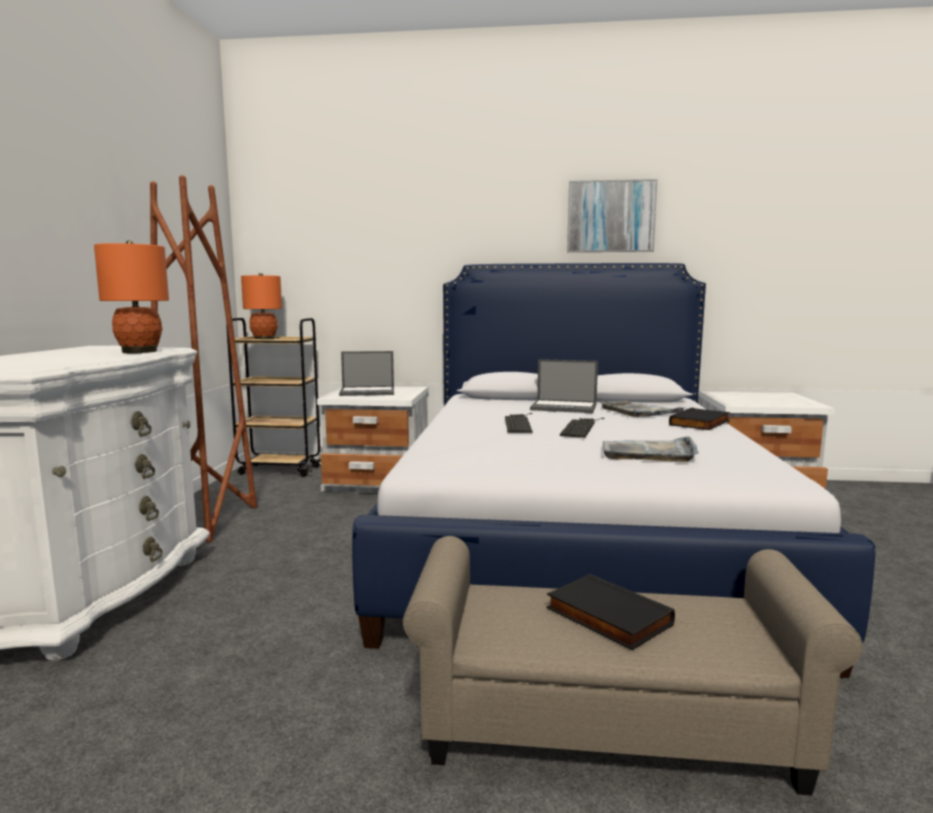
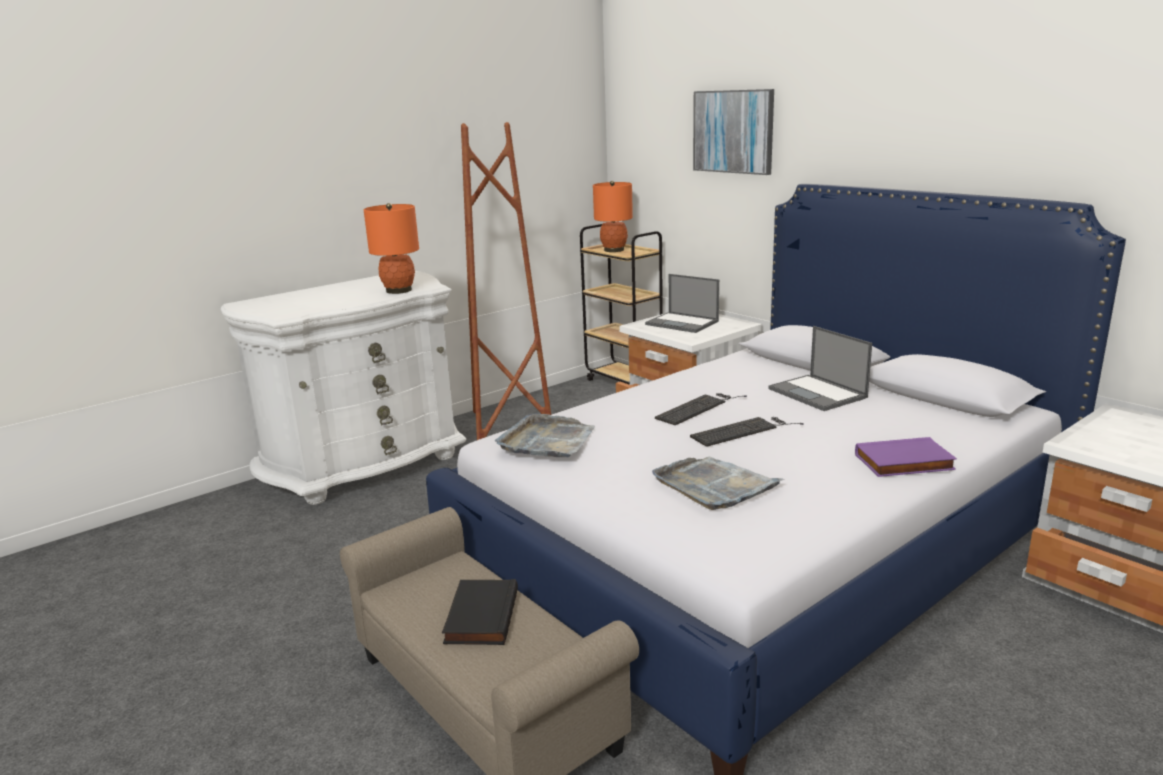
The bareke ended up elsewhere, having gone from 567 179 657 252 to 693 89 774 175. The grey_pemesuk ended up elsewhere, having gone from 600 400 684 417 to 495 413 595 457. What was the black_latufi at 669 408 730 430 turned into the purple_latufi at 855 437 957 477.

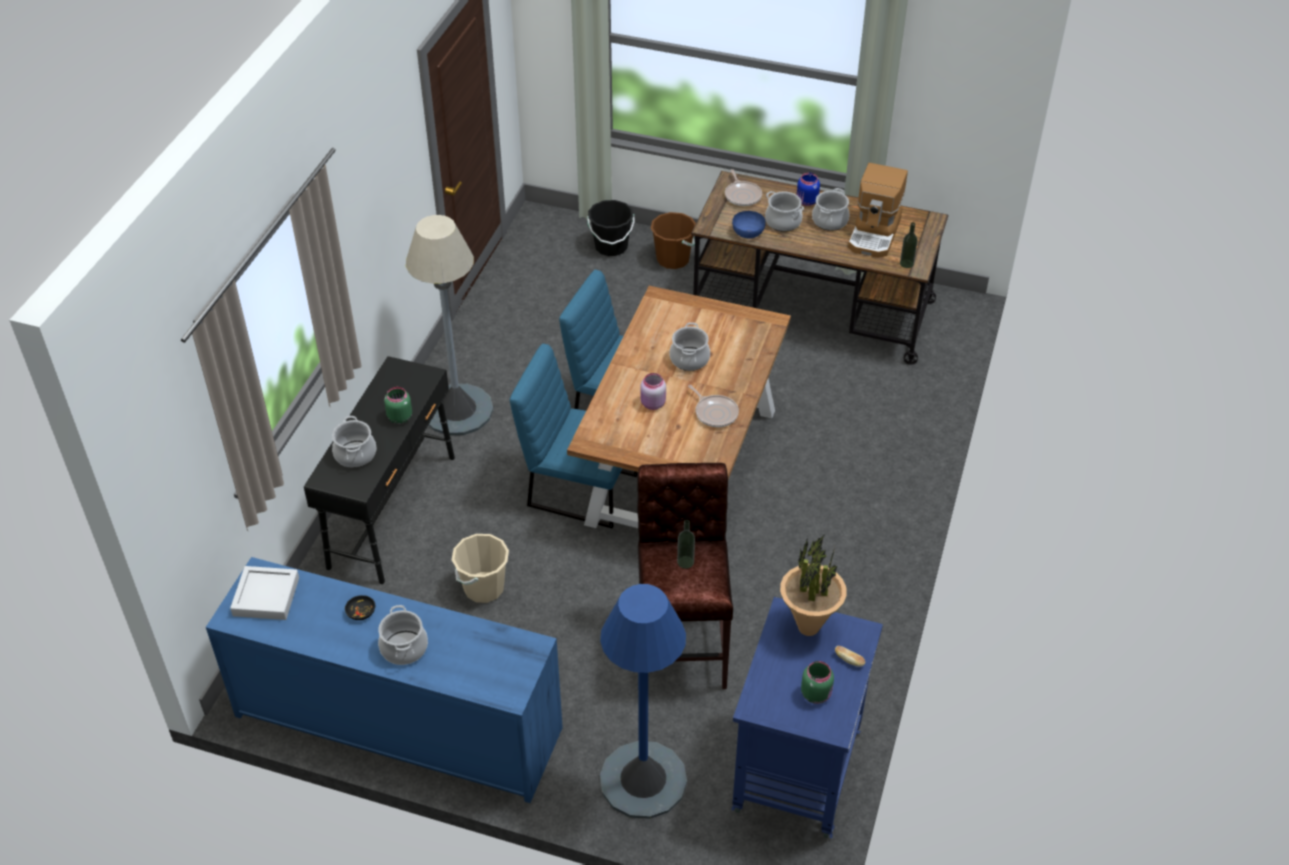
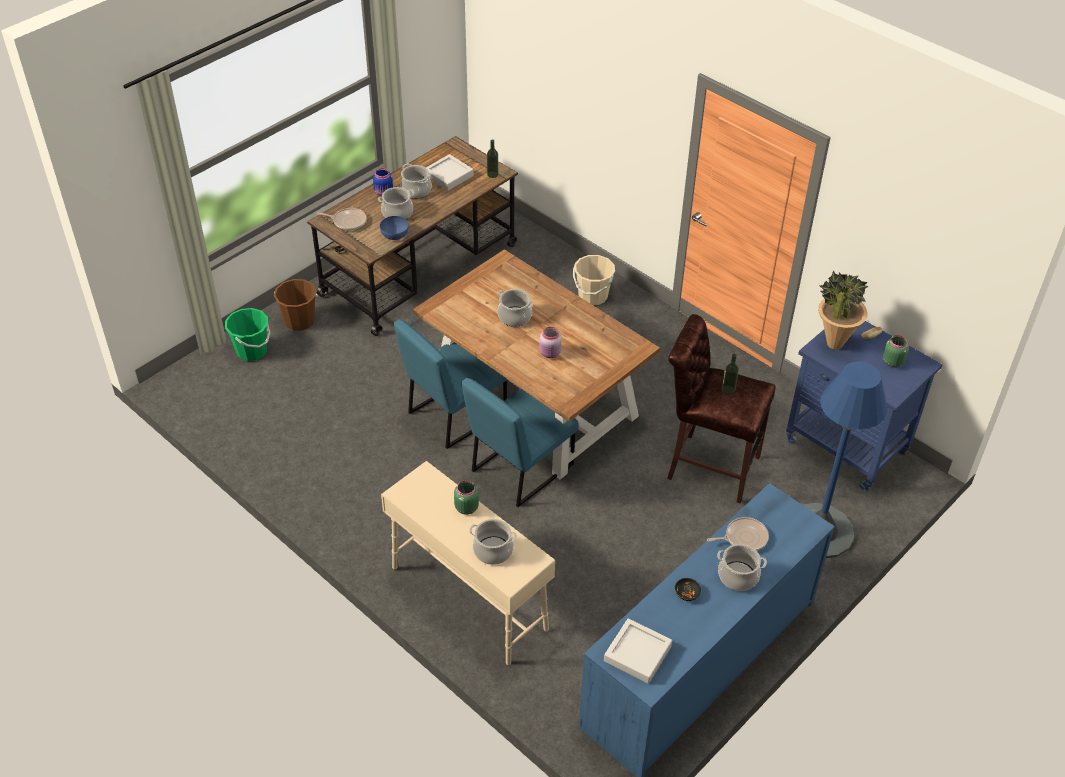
What was the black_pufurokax at 304 356 455 584 turned into the beige_pufurokax at 381 461 555 665. The second view lost the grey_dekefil at 406 215 493 436. The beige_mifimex ended up elsewhere, having gone from 452 534 509 603 to 573 255 615 305. What was the black_mifimex at 587 200 635 256 turned into the green_mifimex at 225 308 270 361. The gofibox ended up elsewhere, having gone from 688 385 739 427 to 707 517 769 551. Where the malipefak stood at 848 163 908 258, the grey_pemesuk came to stand at 426 154 474 191.

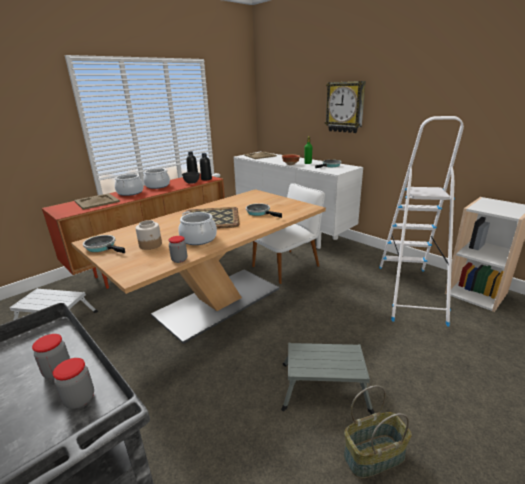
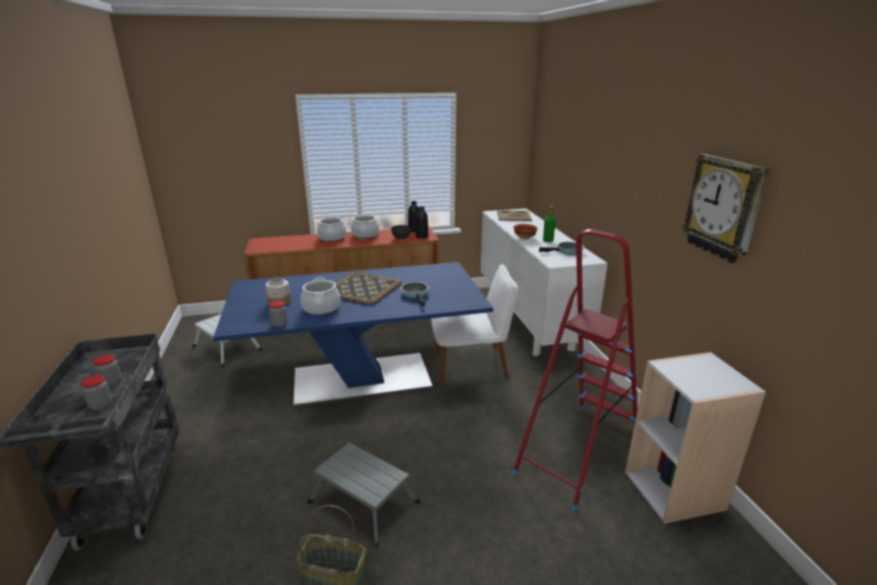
What was the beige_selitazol at 71 189 326 344 turned into the blue_selitazol at 213 262 493 407. The second view lost the beige_pemesuk at 74 193 120 210. The second view lost the gofibox at 83 235 125 253. The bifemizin ended up elsewhere, having gone from 325 81 366 133 to 682 154 769 263. What was the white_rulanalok at 379 116 464 327 turned into the red_rulanalok at 512 229 638 511.

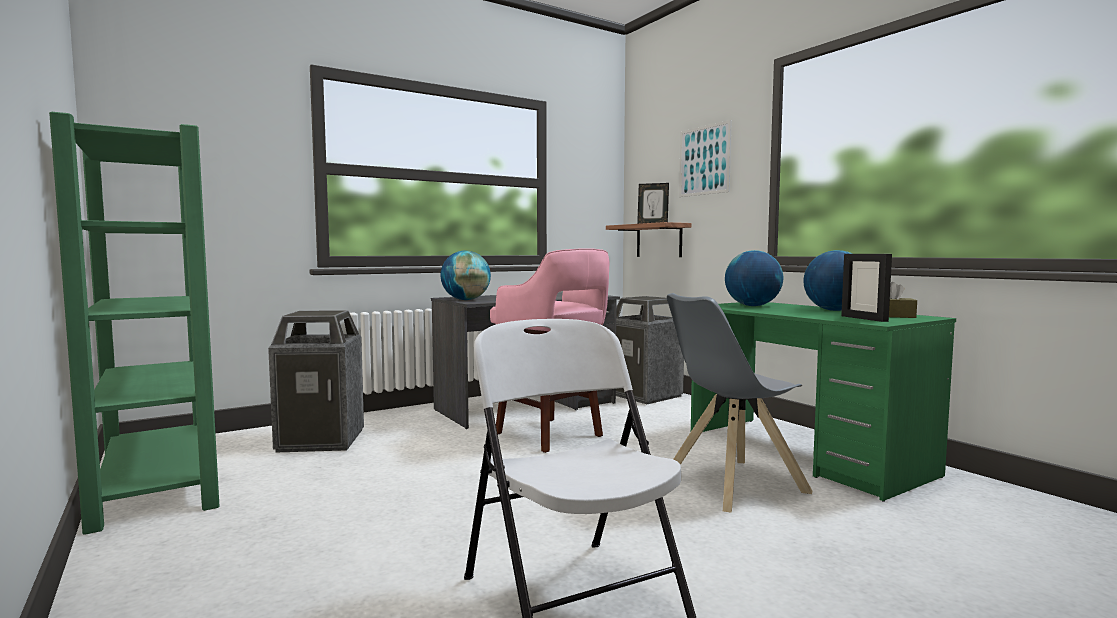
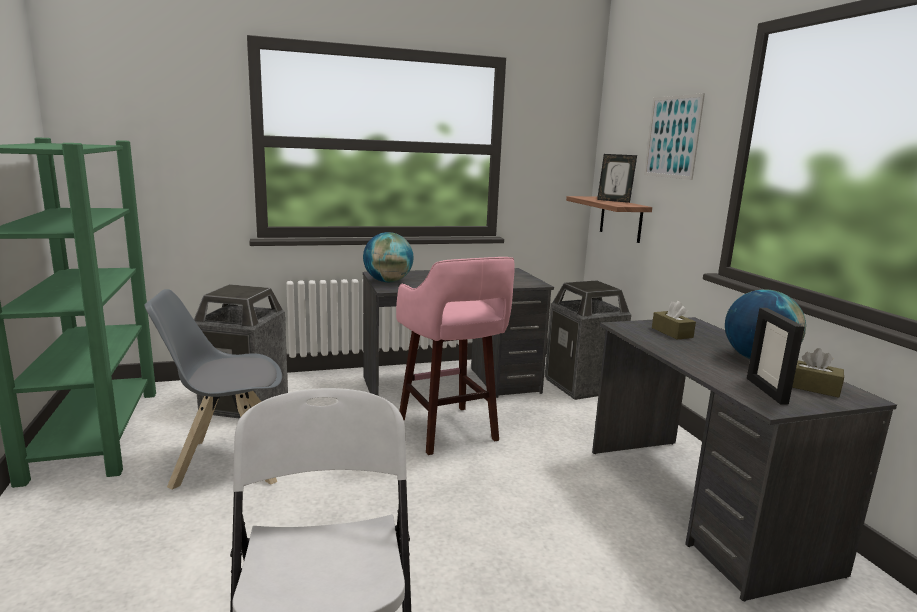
The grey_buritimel ended up elsewhere, having gone from 667 293 813 513 to 144 289 282 490. What was the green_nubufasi at 691 302 956 502 turned into the grey_nubufasi at 592 317 897 601. Where the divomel stood at 725 250 783 306, the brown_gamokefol came to stand at 652 301 696 339.

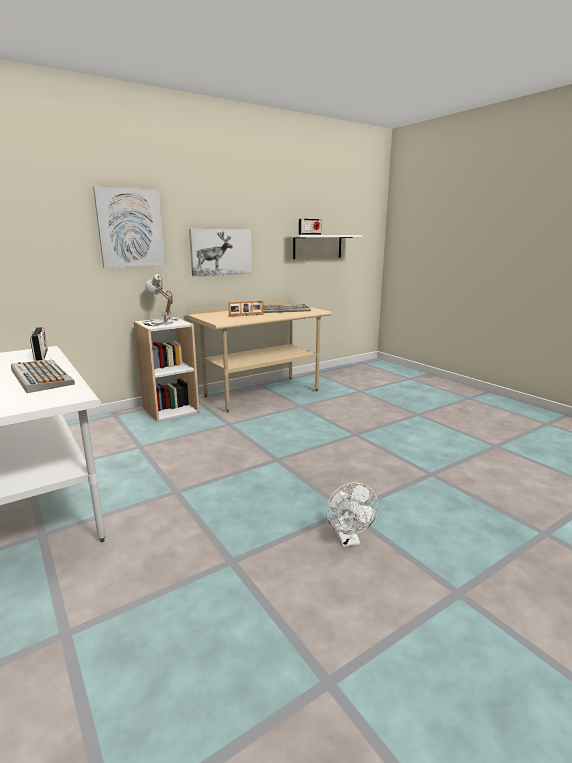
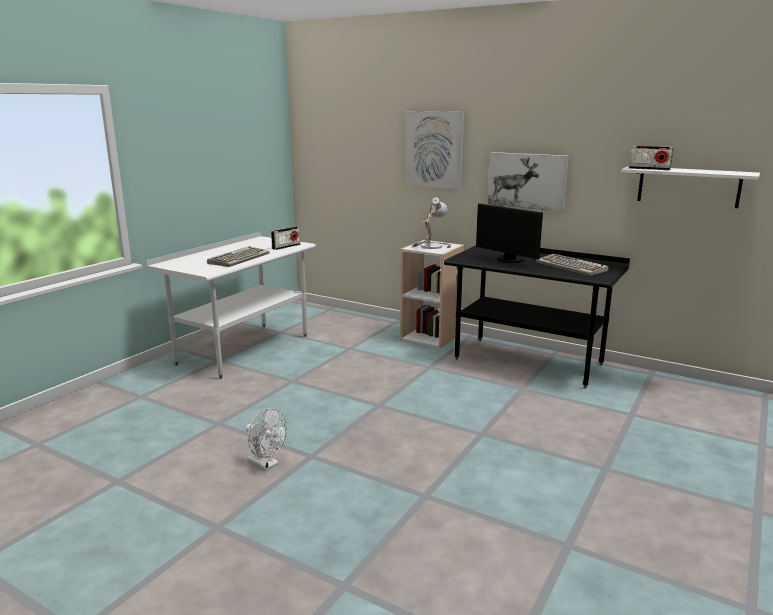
What was the beige_nubufasi at 187 300 332 413 turned into the black_nubufasi at 444 245 630 388. Where the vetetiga stood at 228 301 264 317, the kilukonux came to stand at 476 203 543 263. The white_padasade at 326 483 378 547 ended up facing another way, 105 degrees counterclockwise from before.

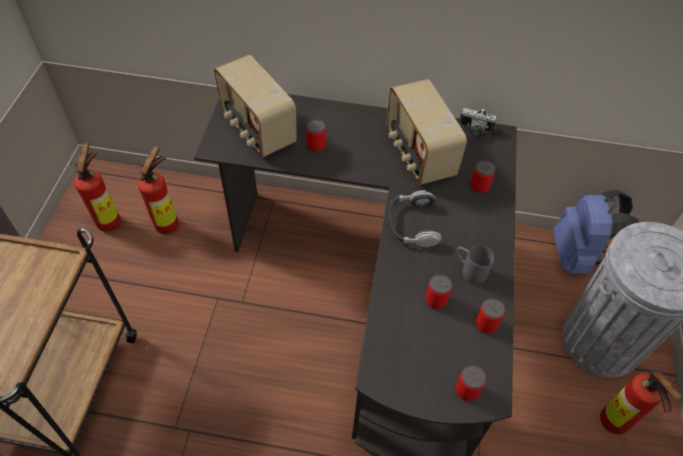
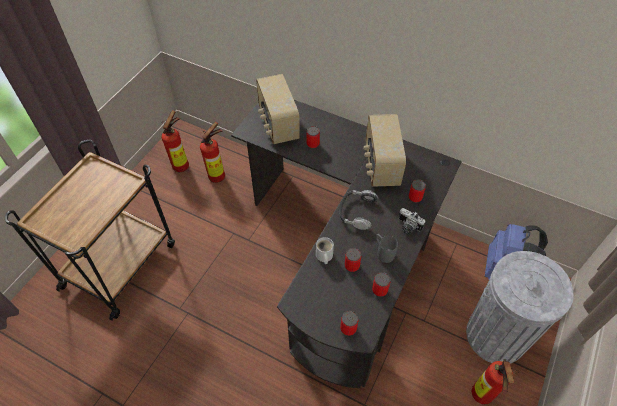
The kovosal ended up elsewhere, having gone from 459 108 496 138 to 398 208 426 234. The second view gained the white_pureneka at 316 237 334 264.

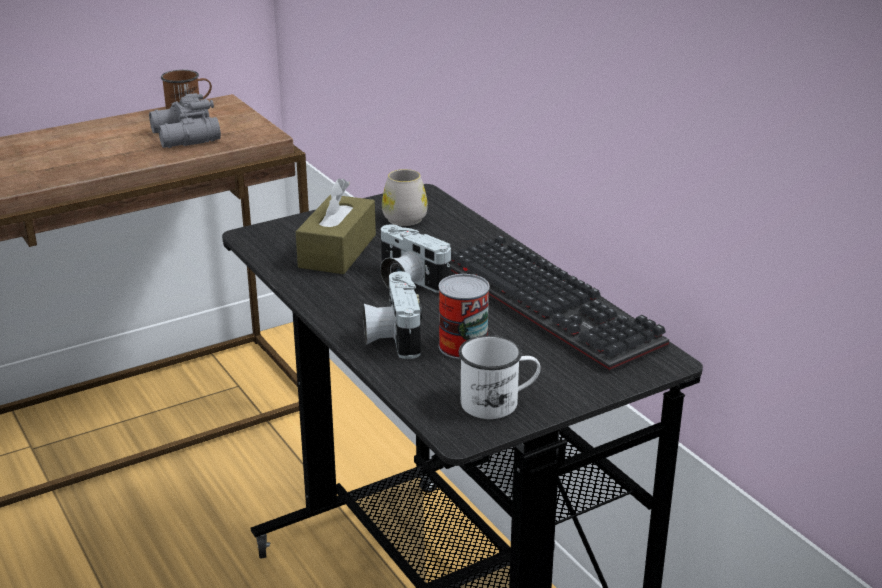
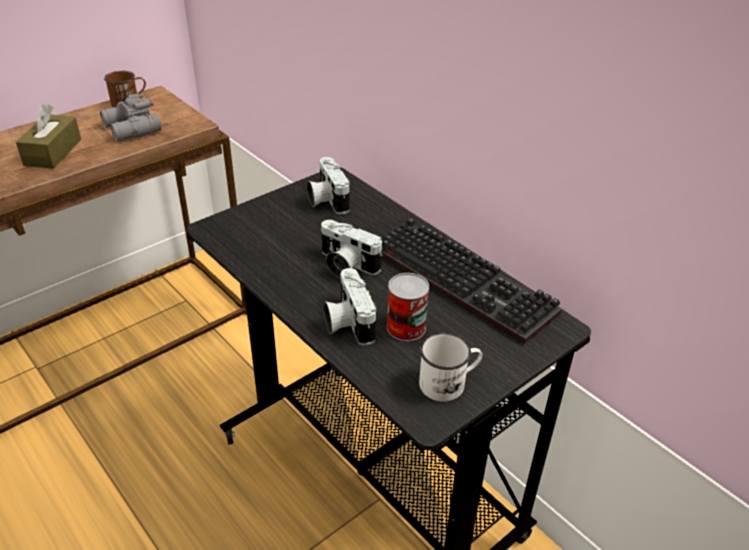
The brown_gamokefol ended up elsewhere, having gone from 296 178 376 274 to 16 104 81 169. Where the white_pureneka stood at 382 169 428 226, the kovosal came to stand at 307 157 350 214.

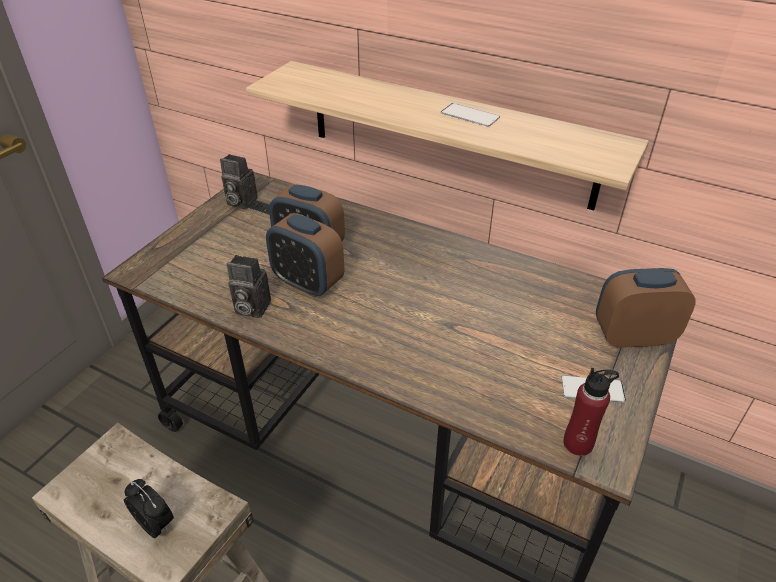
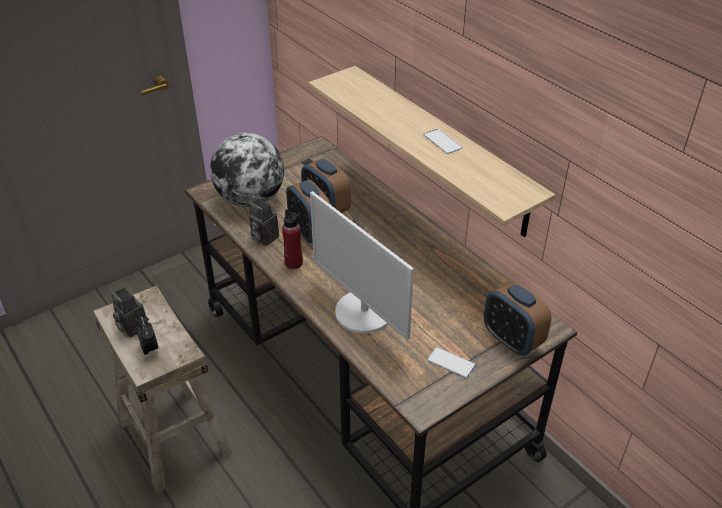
The kovosal ended up elsewhere, having gone from 220 154 258 209 to 111 288 148 337. The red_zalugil ended up elsewhere, having gone from 563 368 619 456 to 282 209 303 269. The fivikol at 596 268 696 348 ended up facing another way, 150 degrees counterclockwise from before. The second view gained the divomel at 210 133 284 207. The second view gained the kilukonux at 310 191 414 340.

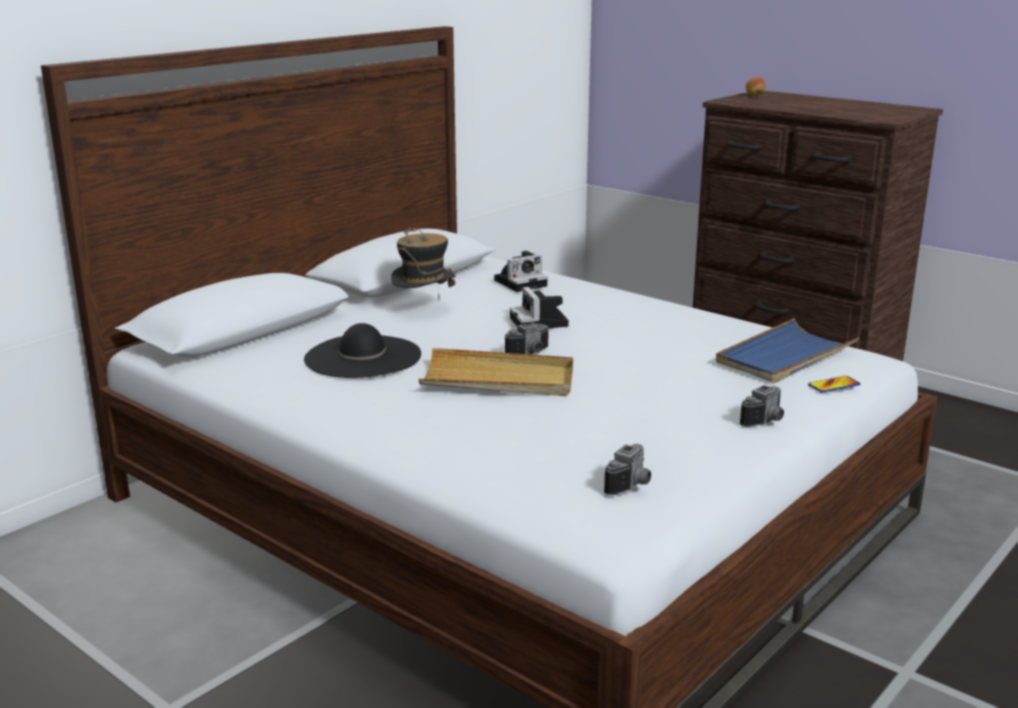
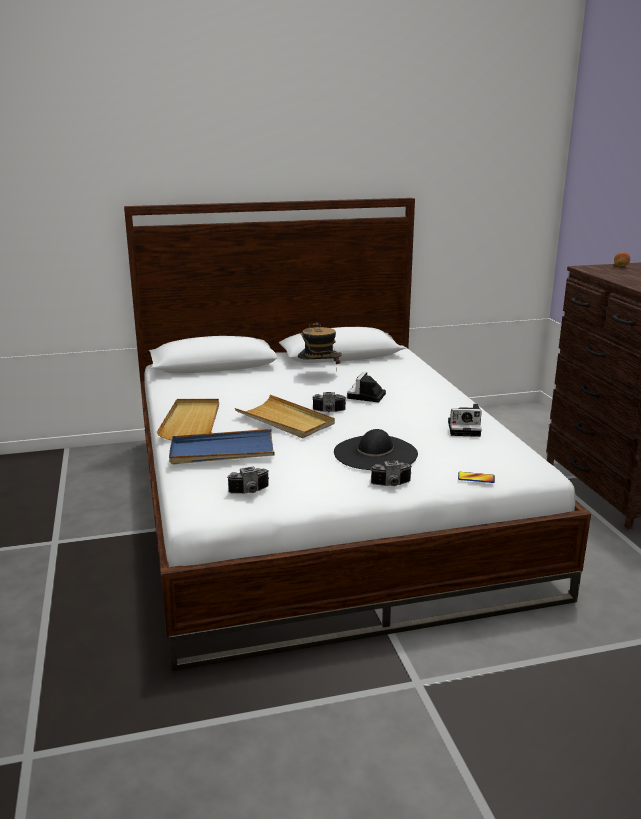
The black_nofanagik ended up elsewhere, having gone from 304 323 421 378 to 334 429 418 470. The kovosal ended up elsewhere, having gone from 494 251 548 292 to 448 404 482 437. The blue_pemesuk ended up elsewhere, having gone from 716 318 859 383 to 169 429 274 464. The second view gained the beige_pemesuk at 157 399 219 440.

